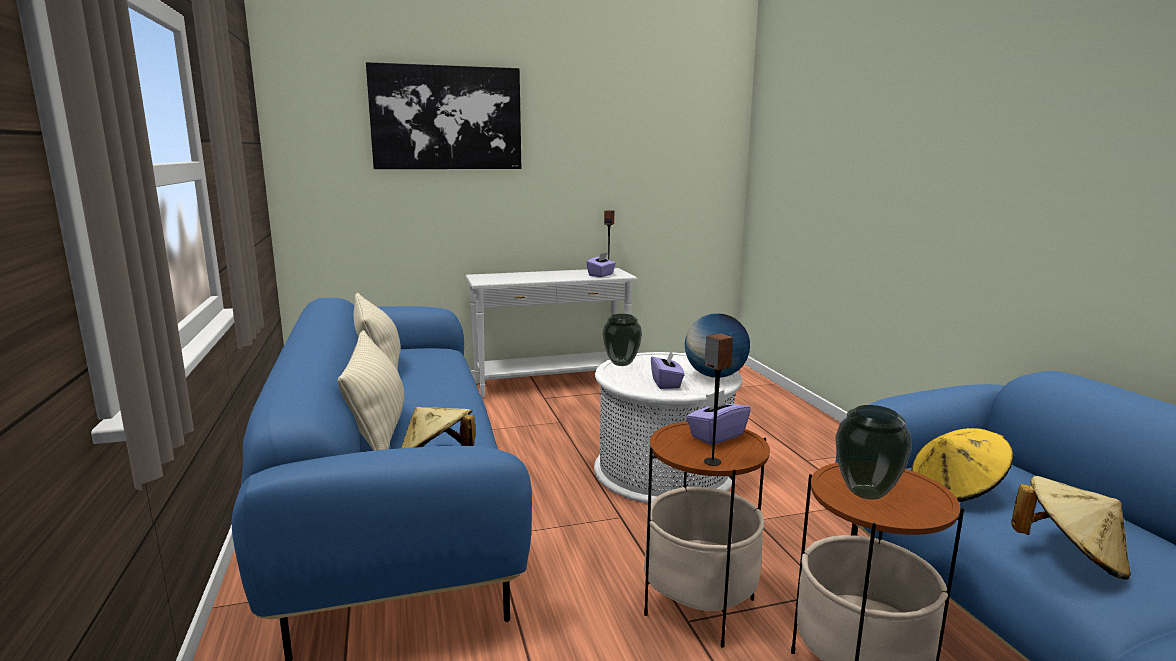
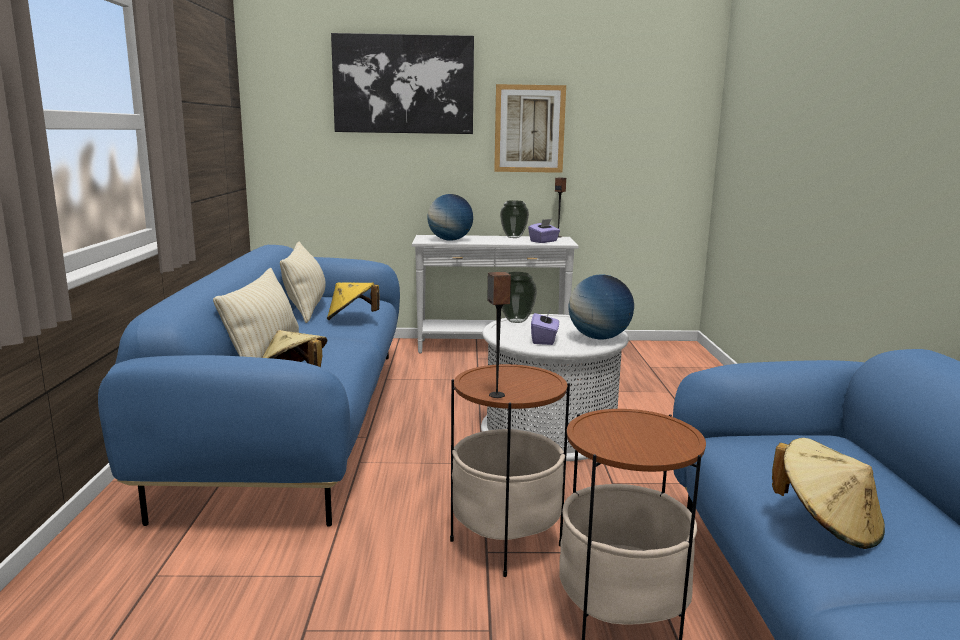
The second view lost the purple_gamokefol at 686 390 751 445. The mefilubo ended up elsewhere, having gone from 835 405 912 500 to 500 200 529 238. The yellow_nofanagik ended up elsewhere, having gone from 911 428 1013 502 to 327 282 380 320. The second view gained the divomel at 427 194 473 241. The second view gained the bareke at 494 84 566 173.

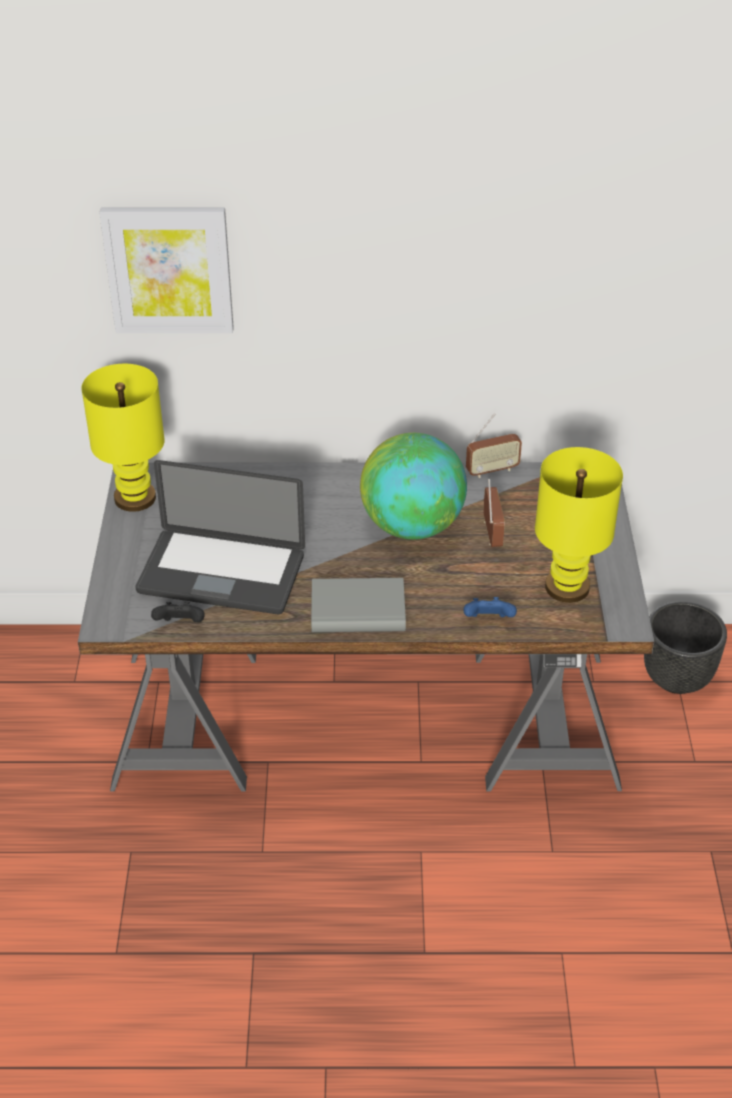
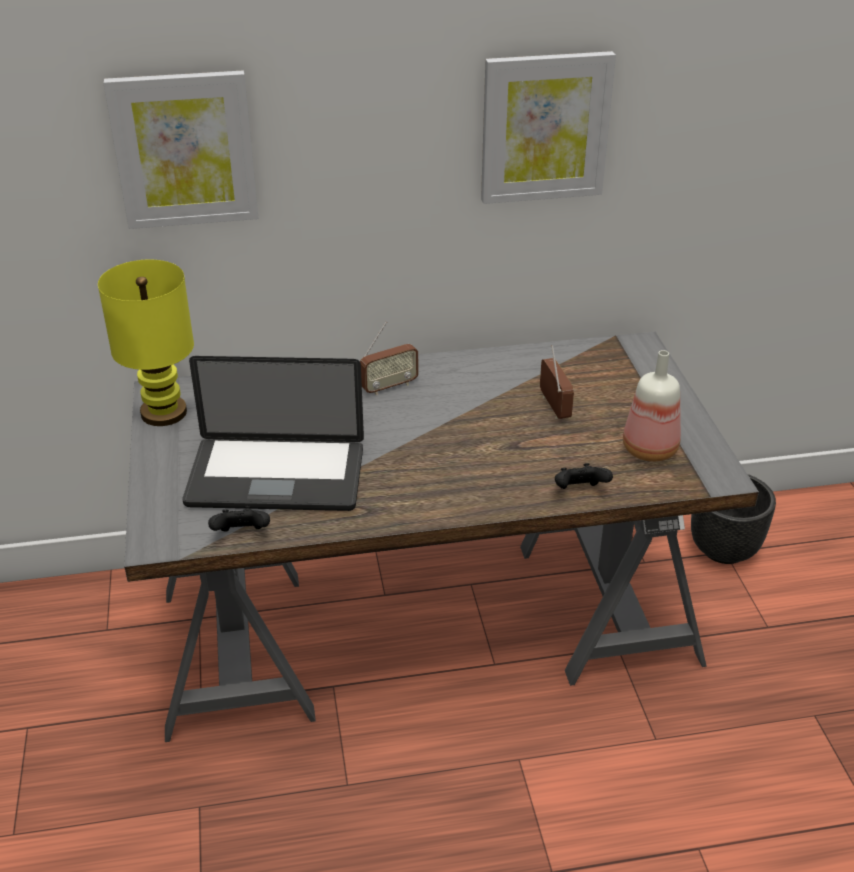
The second view lost the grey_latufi at 311 578 406 632. The second view lost the divomel at 360 433 467 540. What was the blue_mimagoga at 464 597 517 617 turned into the black_mimagoga at 555 463 613 489. The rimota ended up elsewhere, having gone from 466 413 522 478 to 360 322 418 395. Where the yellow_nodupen stood at 535 447 623 603, the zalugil came to stand at 623 350 681 462. The second view gained the bareke at 481 51 616 204.

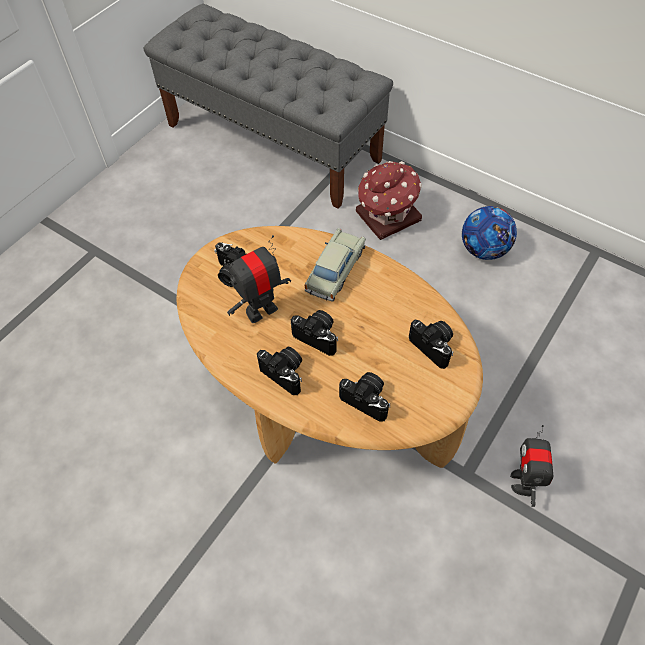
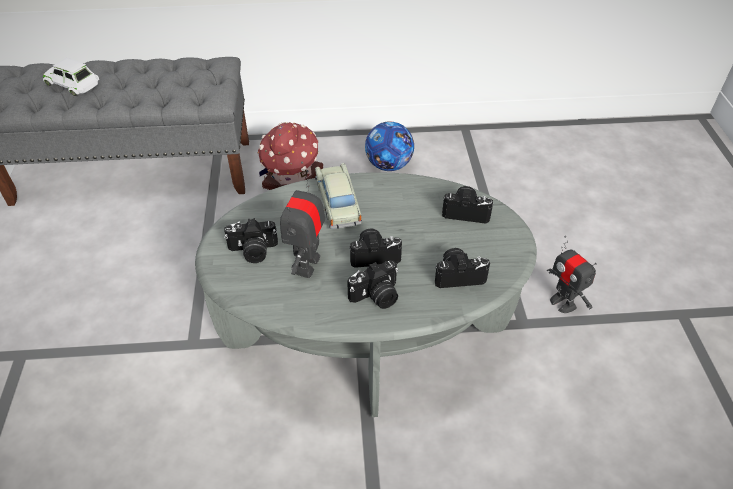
What was the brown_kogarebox at 177 226 483 468 turned into the grey_kogarebox at 195 173 537 417. The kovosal at 257 346 302 395 ended up facing another way, 150 degrees clockwise from before. The second view gained the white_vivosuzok at 43 58 99 96.

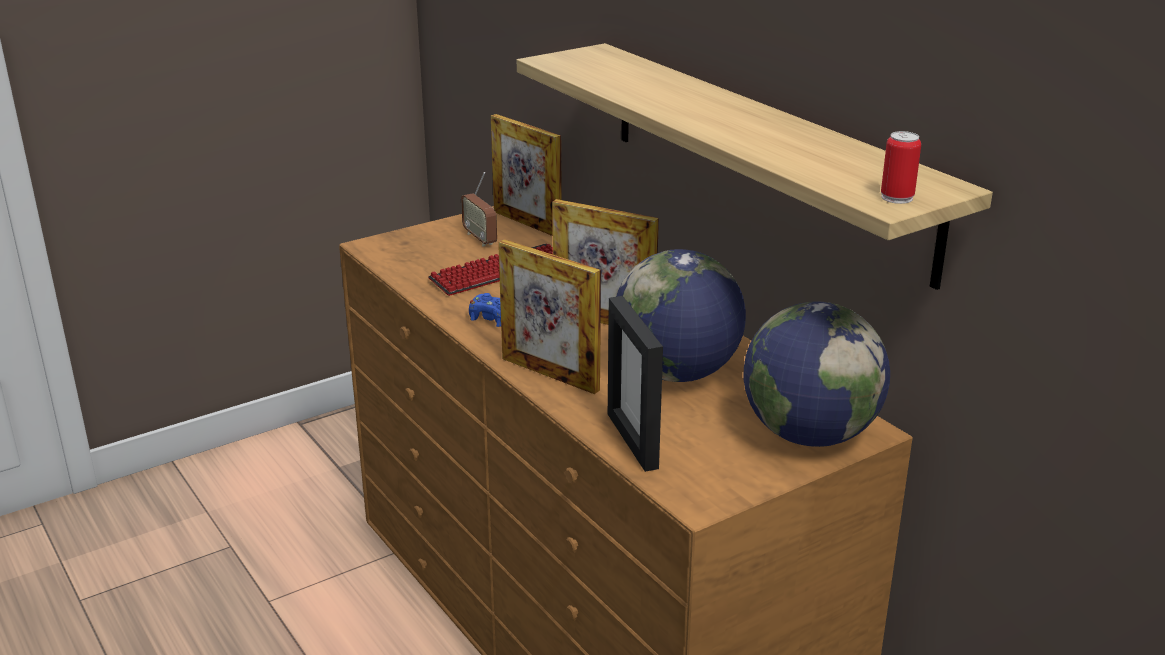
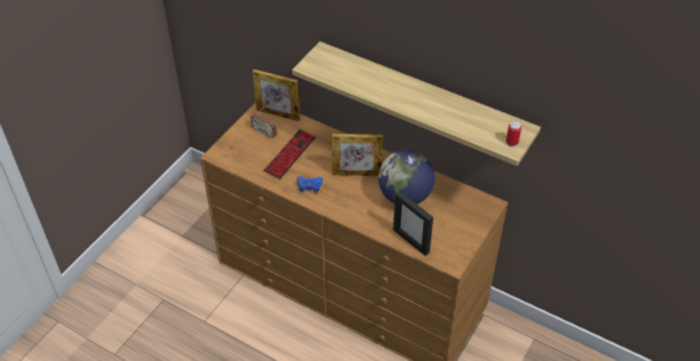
The second view lost the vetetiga at 498 239 601 394. The second view lost the divomel at 744 301 890 447.

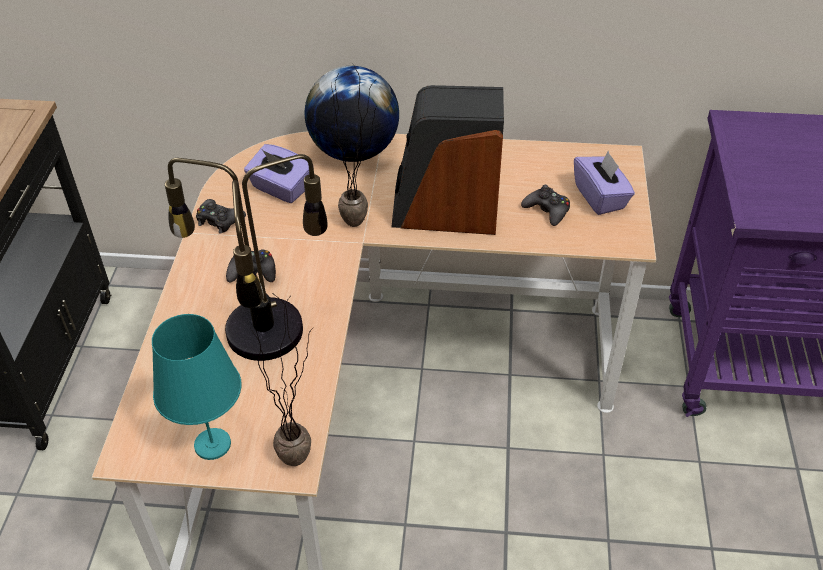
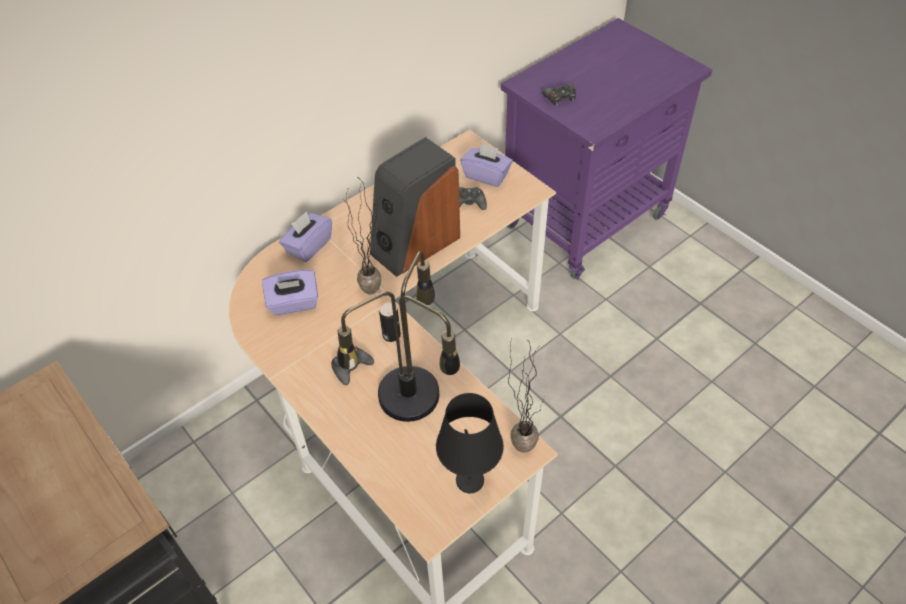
What was the turquoise_nodupen at 152 314 242 460 turned into the black_nodupen at 436 393 504 493. The black_mimagoga ended up elsewhere, having gone from 196 199 246 234 to 542 83 576 106. Where the divomel stood at 304 66 399 162, the purple_gamokefol came to stand at 279 211 332 262. The second view gained the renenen at 379 303 401 342.

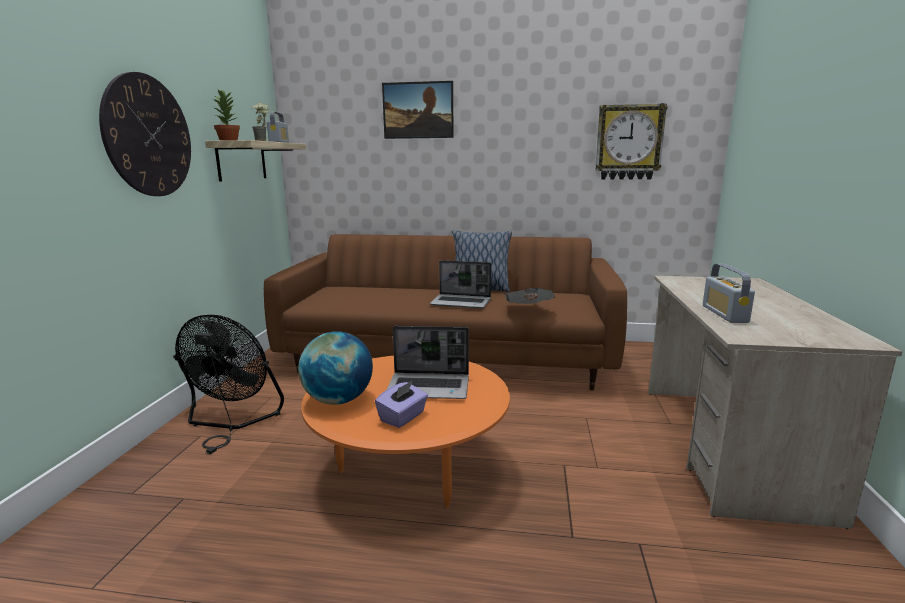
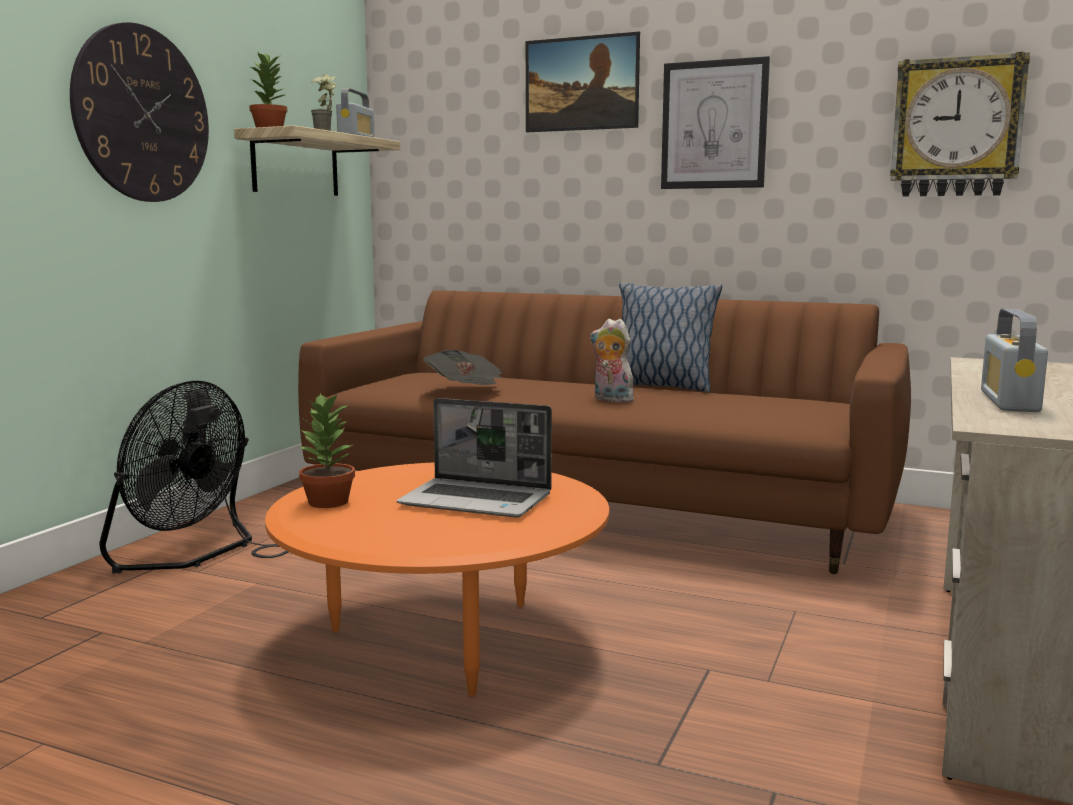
The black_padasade at 173 315 284 454 ended up facing another way, 90 degrees counterclockwise from before. Where the divomel stood at 298 331 373 405, the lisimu came to stand at 298 393 355 508. The second view lost the purple_gamokefol at 375 381 428 428. Where the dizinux stood at 430 260 491 309, the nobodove came to stand at 590 319 636 402. The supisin ended up elsewhere, having gone from 505 288 555 304 to 422 350 502 385. The second view gained the bareke at 661 56 770 189.

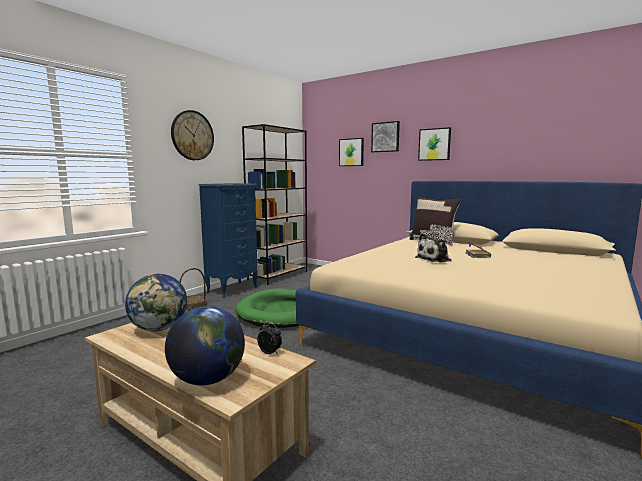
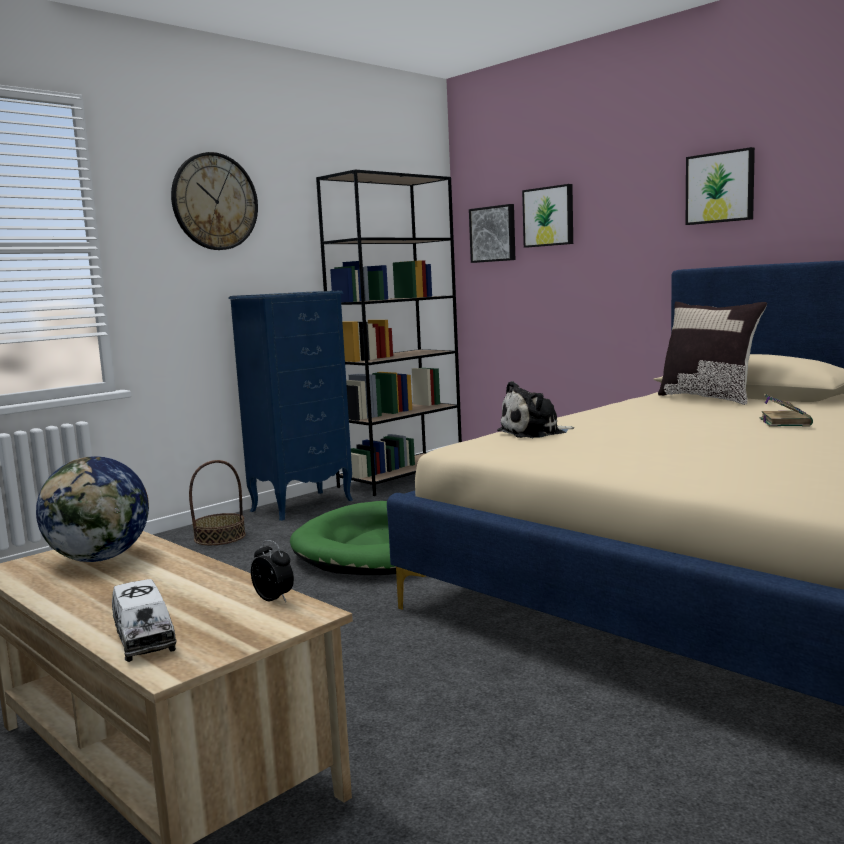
Where the divomel stood at 165 306 245 385, the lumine came to stand at 112 579 176 662. The bareke ended up elsewhere, having gone from 371 121 400 152 to 469 204 515 263. The nobodove ended up elsewhere, having gone from 415 233 452 263 to 497 381 574 439.

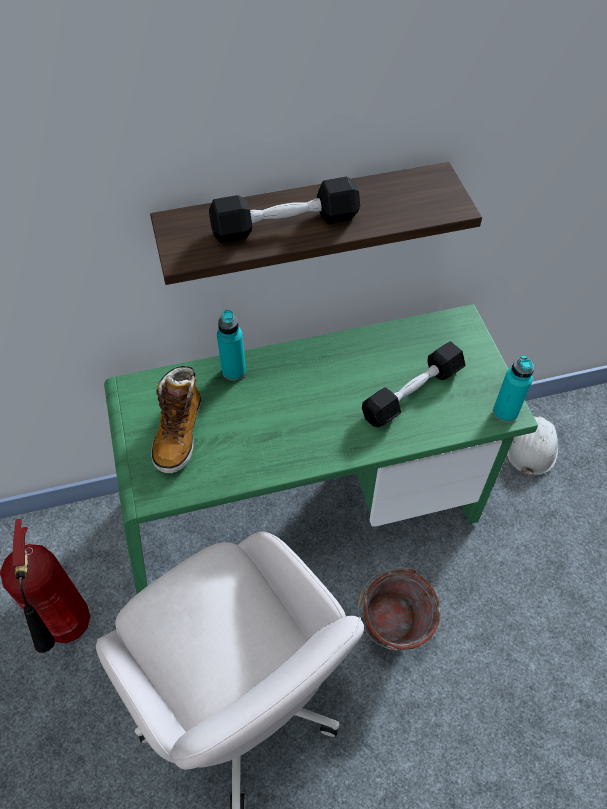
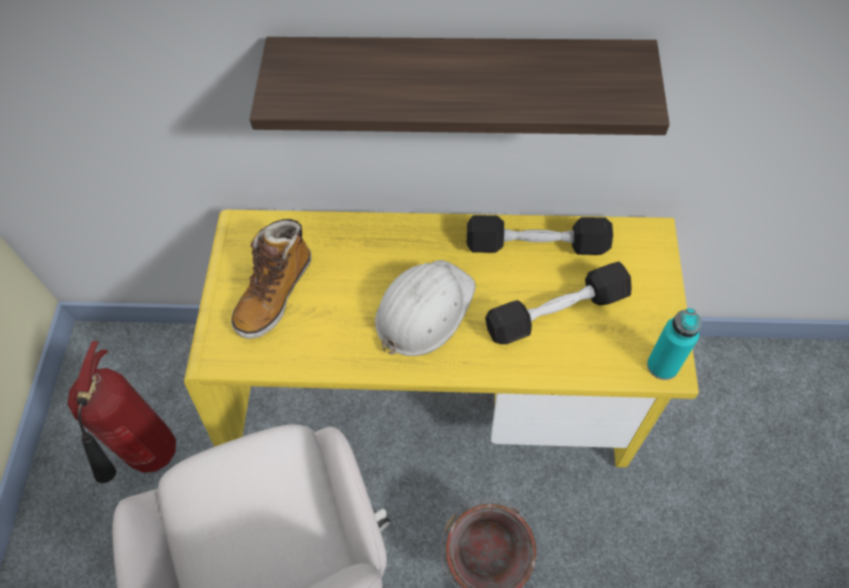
What was the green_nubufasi at 104 304 538 594 turned into the yellow_nubufasi at 184 210 699 467. The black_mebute ended up elsewhere, having gone from 209 177 360 243 to 467 215 613 255. The second view lost the turquoise_zalugil at 217 310 246 381. The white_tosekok ended up elsewhere, having gone from 507 416 558 477 to 375 260 476 356.

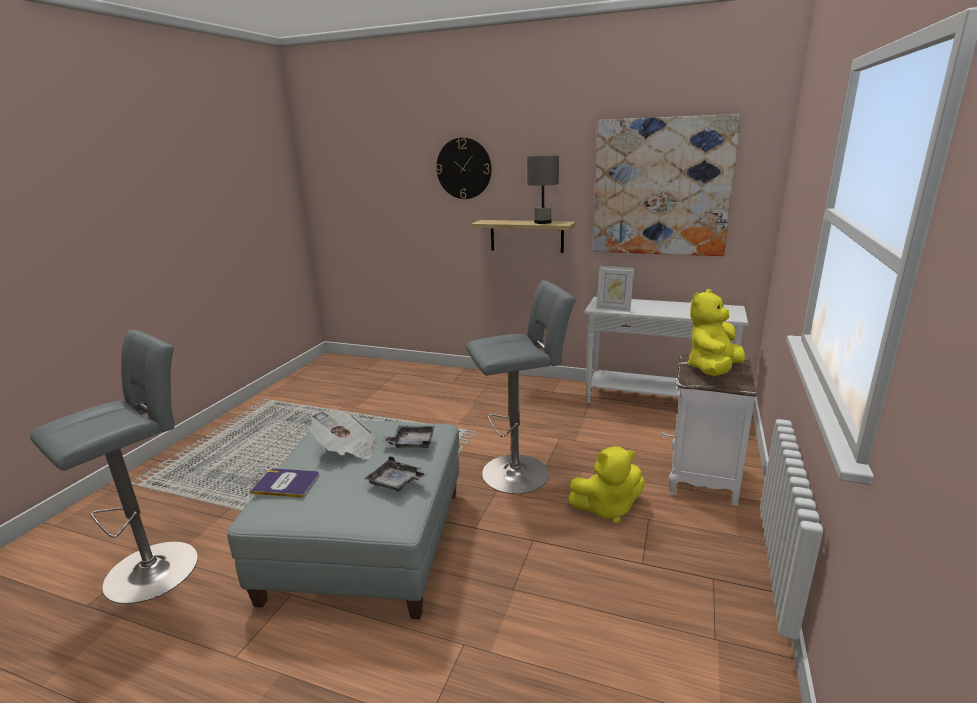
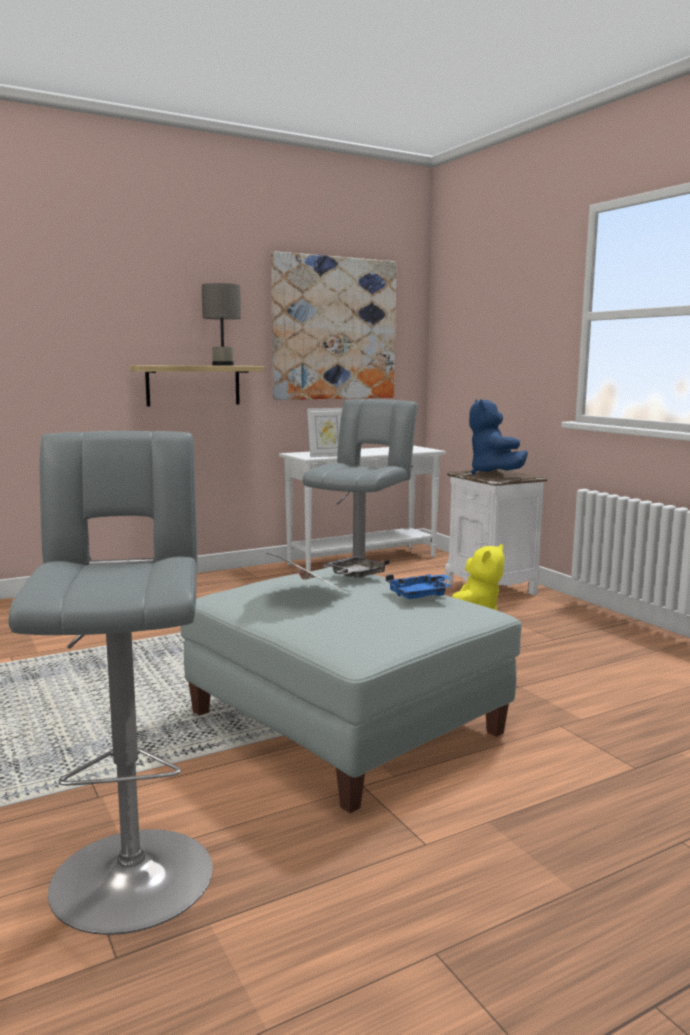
The second view lost the latufi at 250 469 319 498. What was the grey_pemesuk at 364 456 429 492 turned into the blue_pemesuk at 386 574 452 599. The second view lost the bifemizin at 436 138 492 199. What was the yellow_nobodove at 688 289 745 376 turned into the blue_nobodove at 469 399 528 474.

